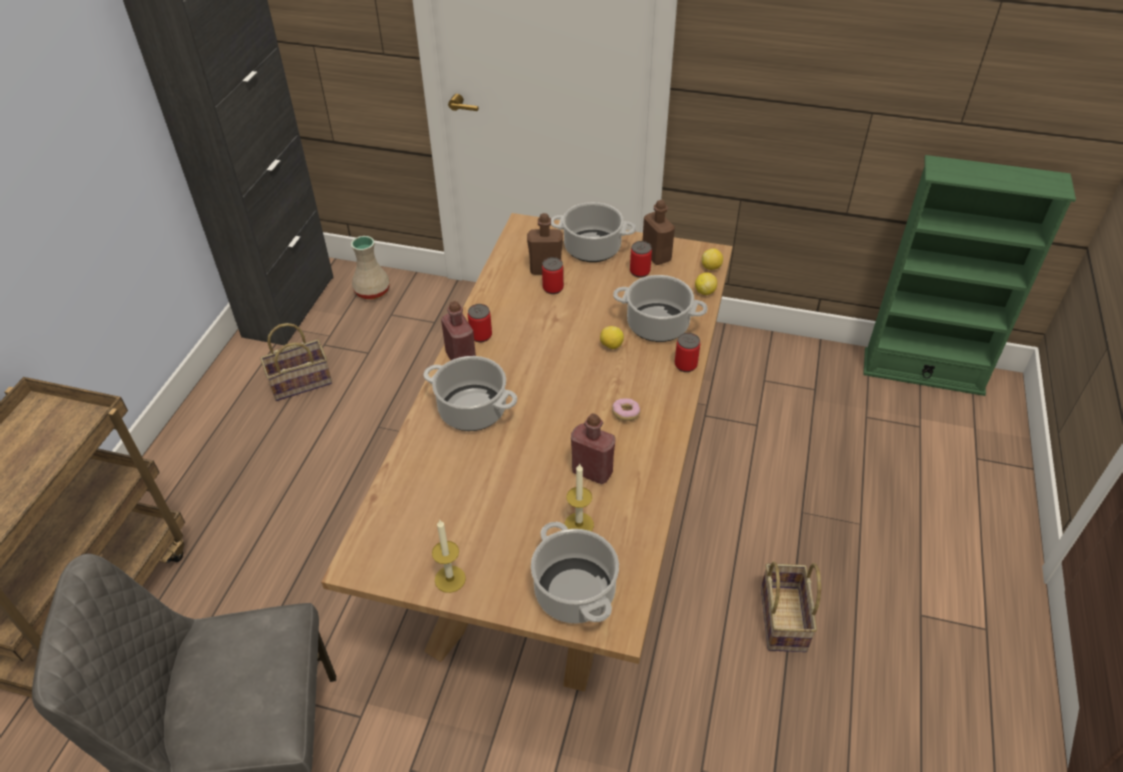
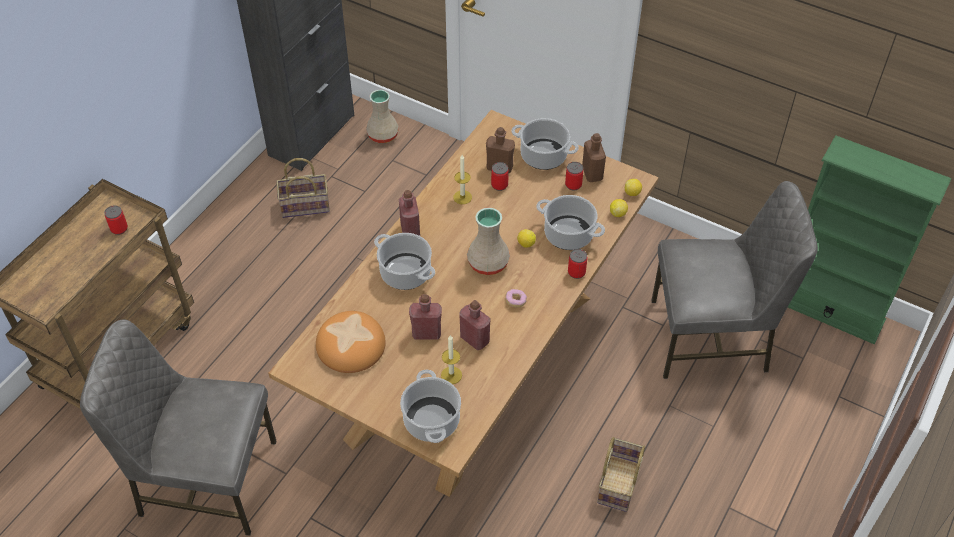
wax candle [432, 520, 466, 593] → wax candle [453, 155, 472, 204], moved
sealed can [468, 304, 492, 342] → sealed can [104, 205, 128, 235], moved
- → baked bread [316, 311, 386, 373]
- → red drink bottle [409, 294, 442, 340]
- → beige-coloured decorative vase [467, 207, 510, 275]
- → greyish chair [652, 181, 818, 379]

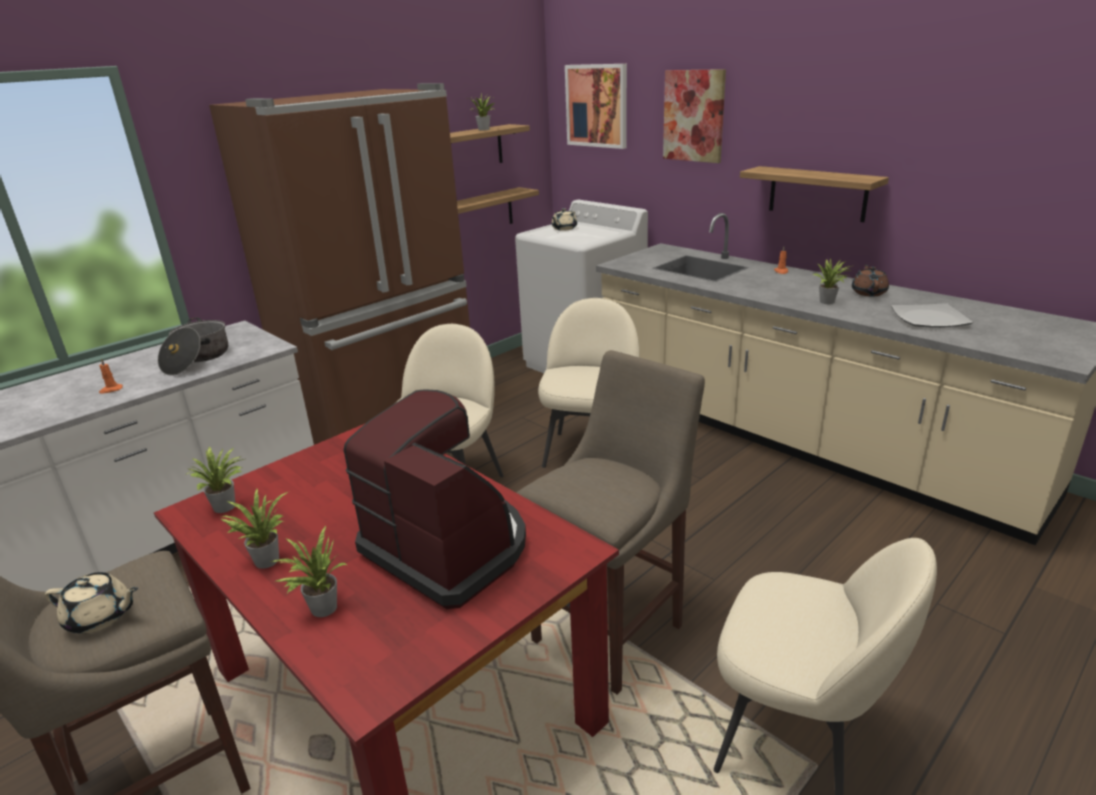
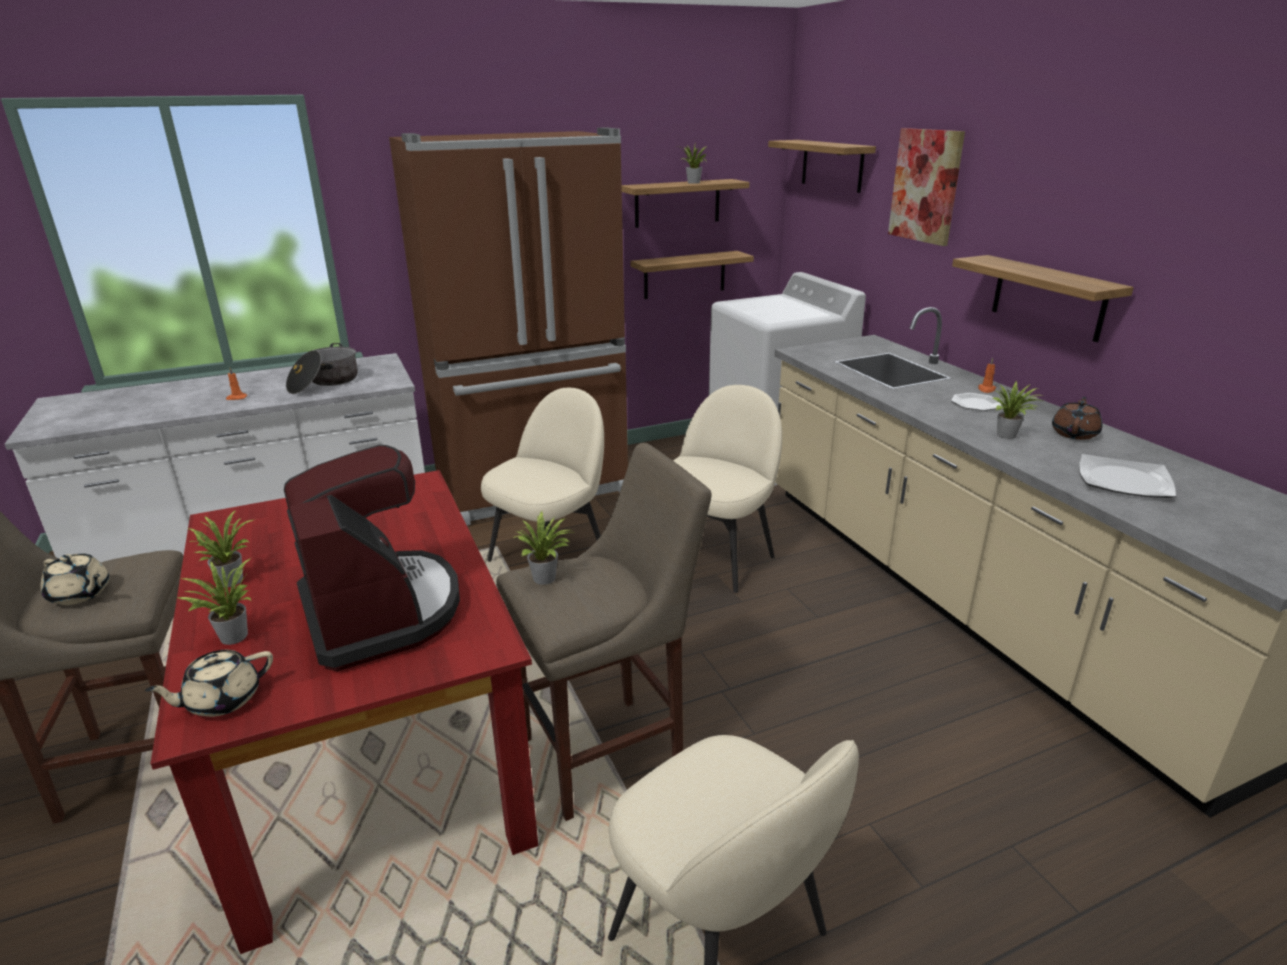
plant in a pot [185, 446, 244, 513] → plant in a pot [514, 511, 572, 585], moved
beige-coloured teapot [551, 208, 577, 231] → beige-coloured teapot [145, 650, 273, 717], moved
wall picture [565, 64, 627, 149] → bracket shelf [768, 140, 876, 193]
- → plate [951, 393, 1001, 411]

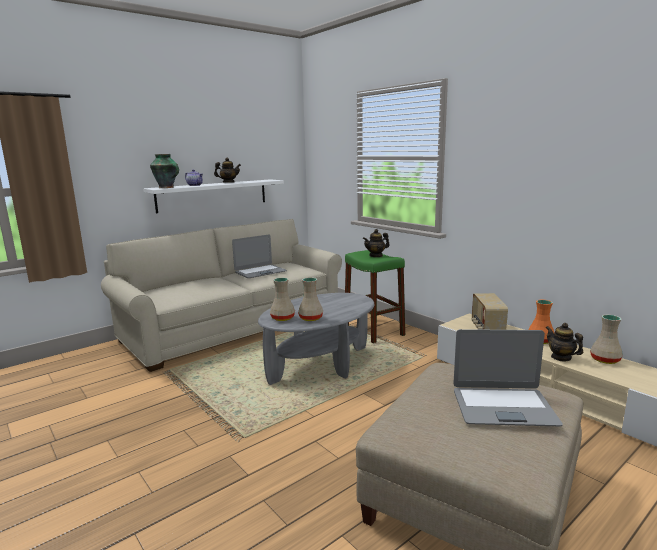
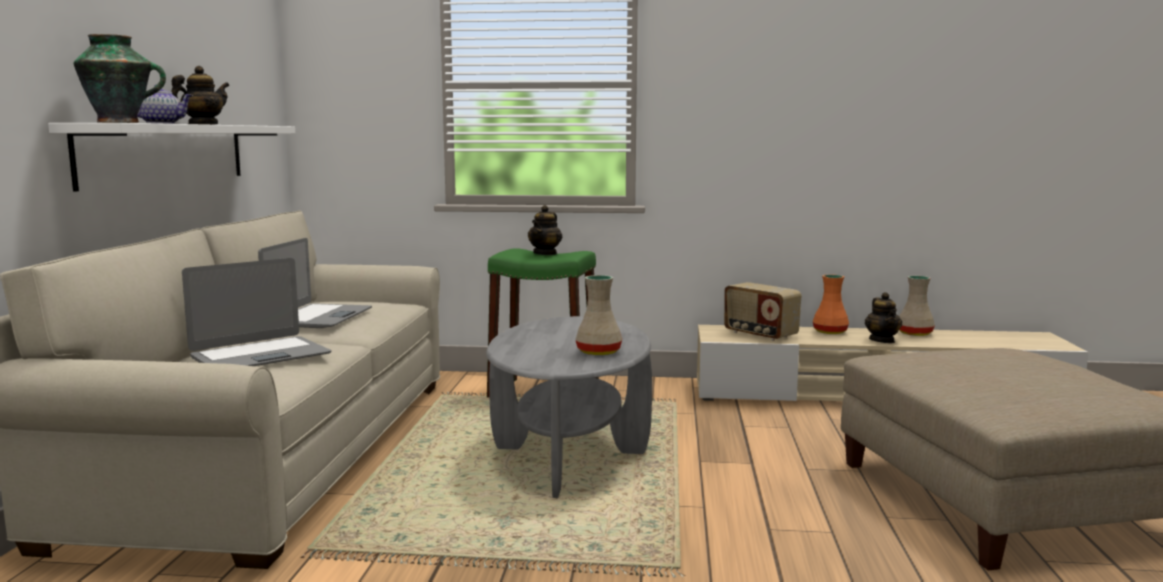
beige-coloured decorative vase [270, 278, 295, 321] → -
laptop [454, 329, 563, 426] → laptop [182, 258, 331, 366], moved
teapot [546, 323, 583, 361] → teapot [865, 292, 902, 343], 105 degrees counterclockwise

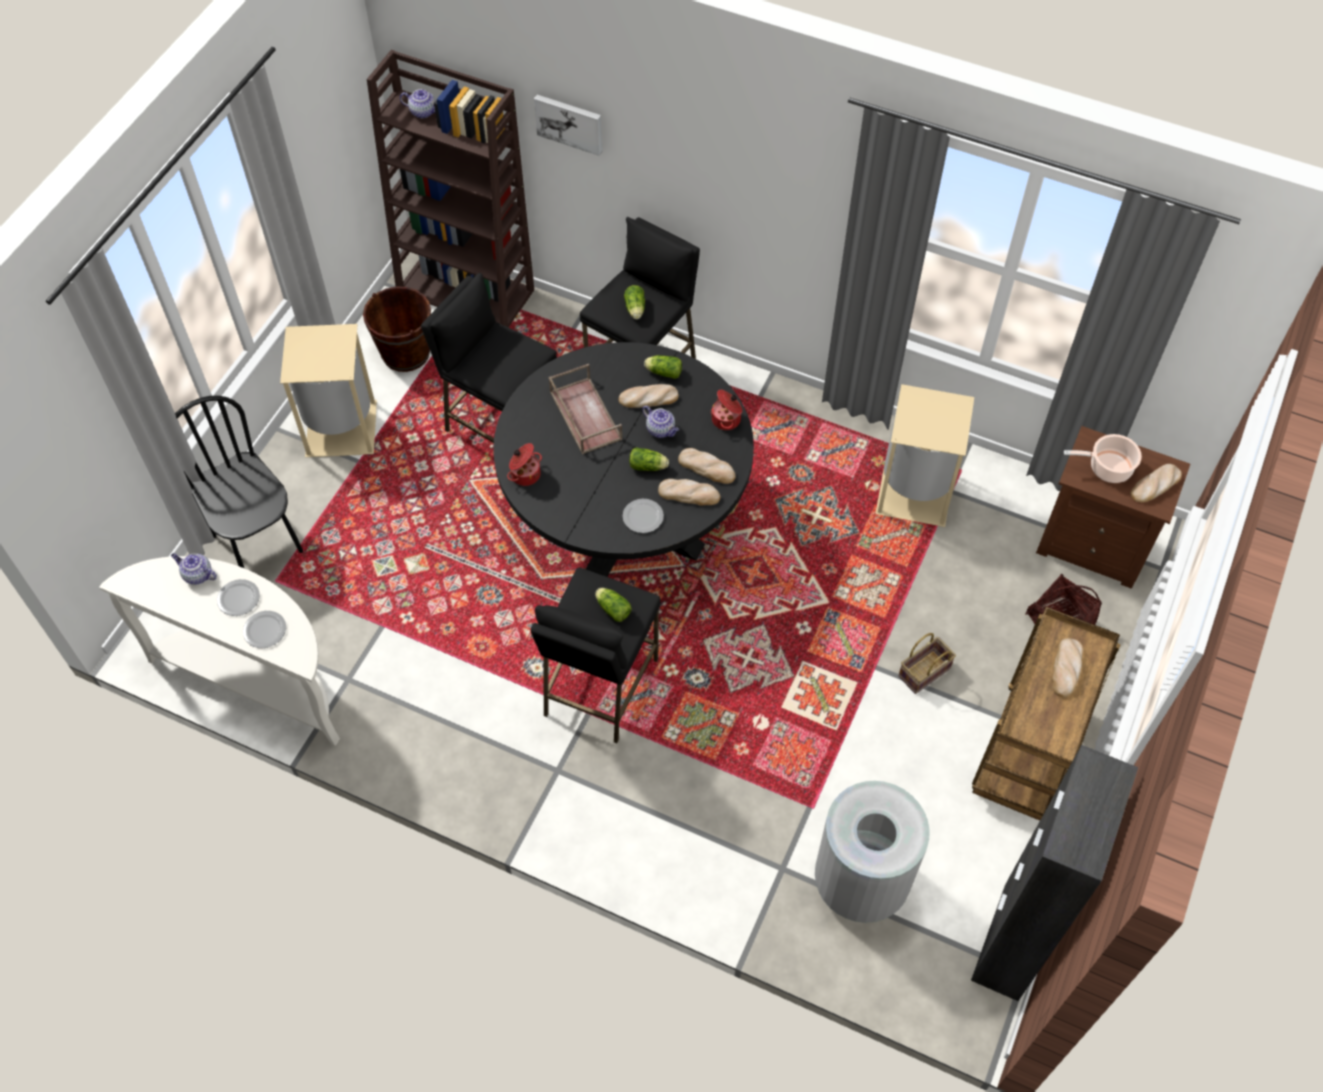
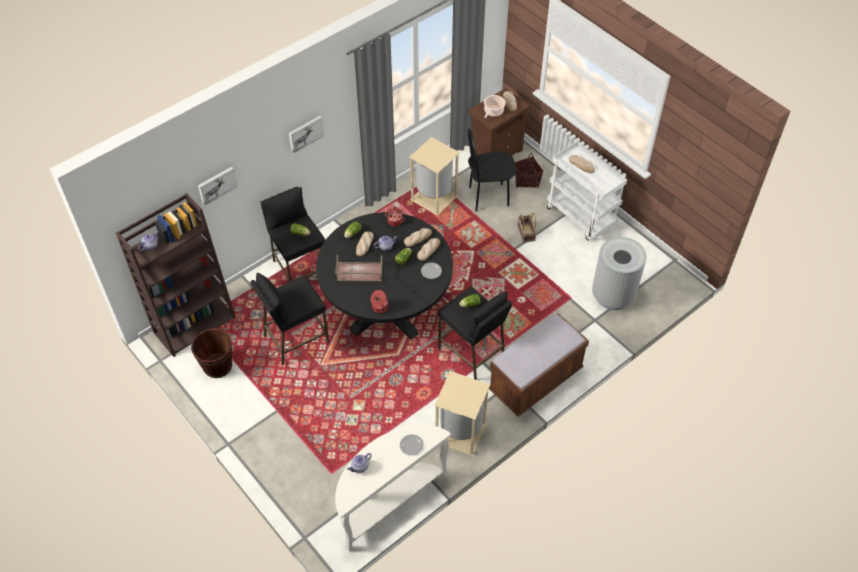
blackish chair [175, 396, 303, 568] → blackish chair [468, 128, 517, 212], moved
plate [217, 579, 260, 616] → -
beige-coloured rubbish bin [280, 324, 377, 457] → beige-coloured rubbish bin [434, 371, 490, 456], moved
blackish storage cabinet [971, 745, 1138, 1001] → -
brown wheeled cart [972, 607, 1121, 821] → whitish wheeled cart [547, 142, 627, 241]
- → wall picture [289, 116, 324, 153]
- → brown bench [489, 314, 589, 417]

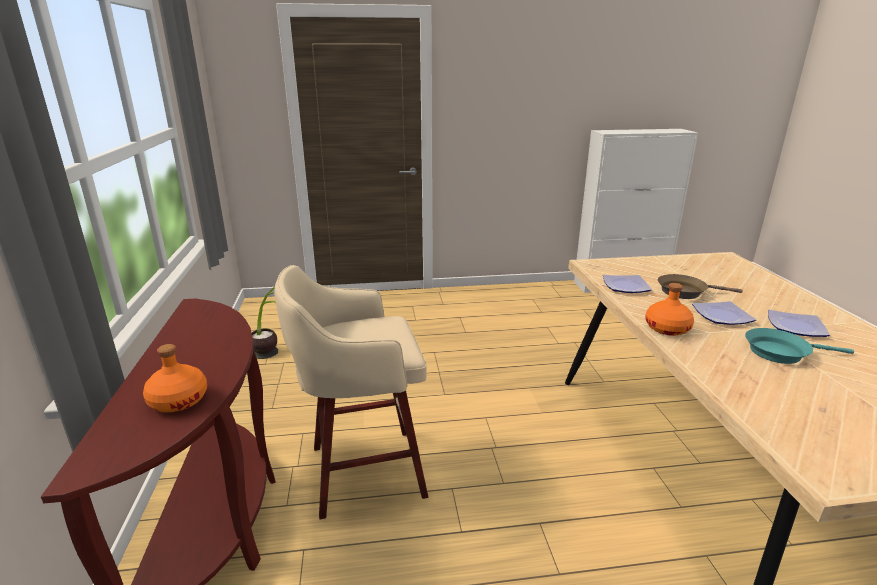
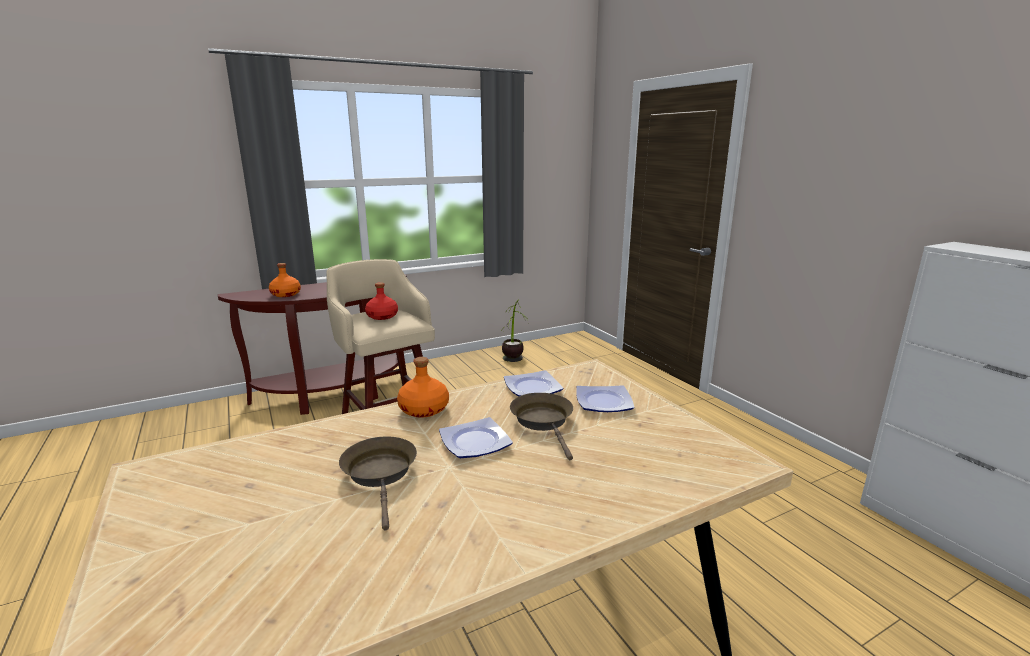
blue-green pan [745, 328, 854, 364] → brown pan [339, 437, 417, 531]
plate [768, 310, 830, 337] → plate [576, 385, 634, 412], moved
- → red drink bottle [365, 282, 398, 320]

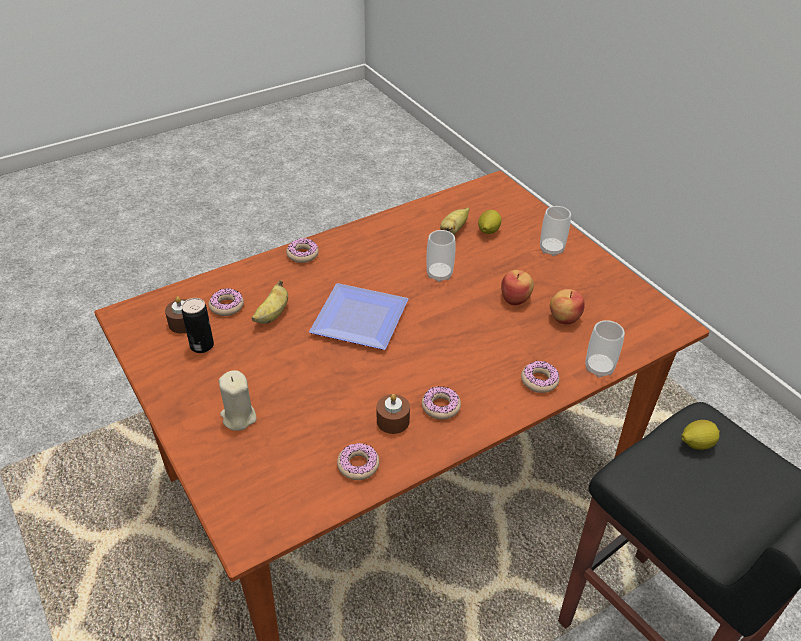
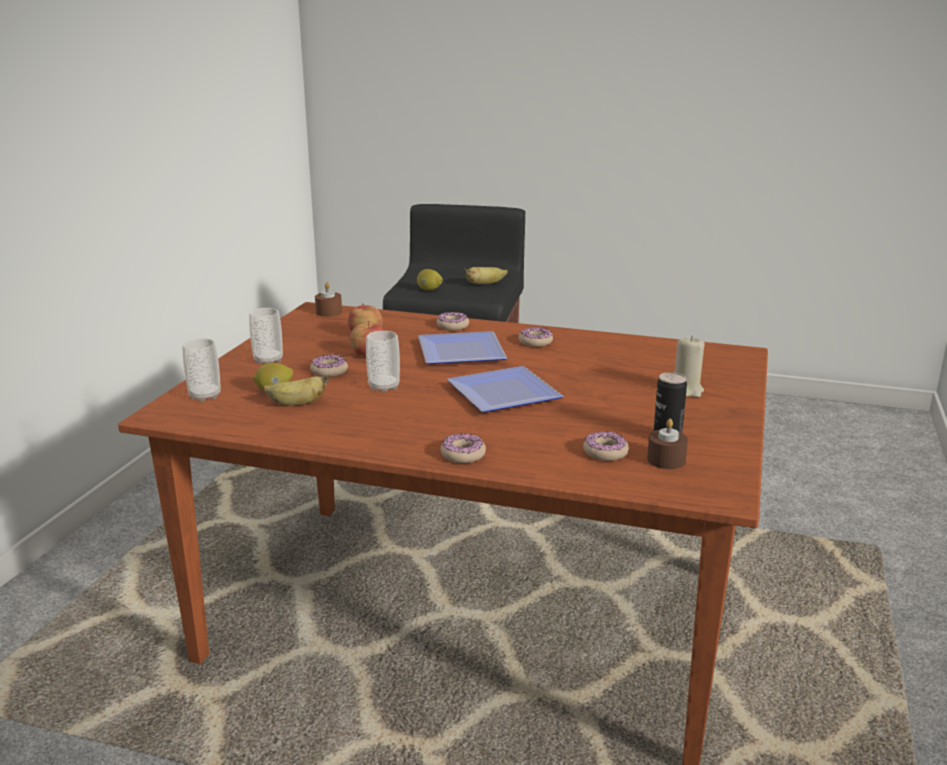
banana [251, 280, 288, 324] → banana [464, 267, 508, 284], moved
donut [337, 443, 379, 480] → donut [310, 354, 348, 377], moved
brown wax candle [377, 394, 410, 434] → brown wax candle [315, 282, 342, 317], moved
cup [585, 320, 625, 378] → cup [182, 338, 221, 402], moved
- → plate [418, 331, 507, 364]

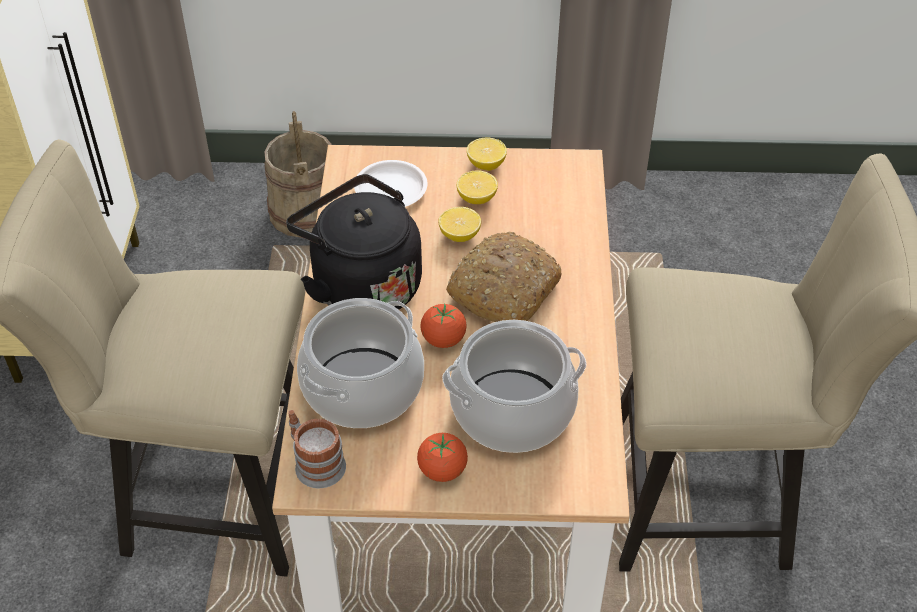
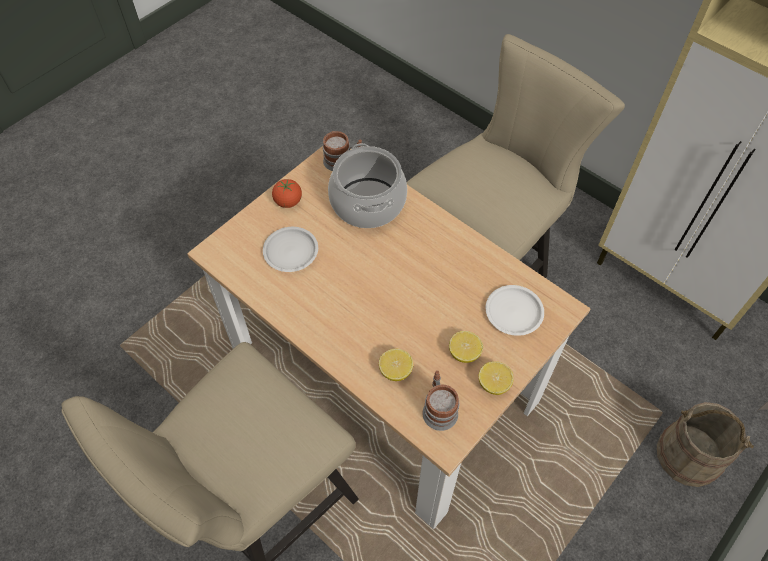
blackish water kettle [286, 174, 422, 310] → -
fresh tomato [421, 303, 467, 348] → -
whole lemon [438, 207, 481, 242] → whole lemon [379, 349, 413, 381], moved
stockpot [442, 320, 587, 453] → whitish plate [263, 227, 318, 272]
baked bread [446, 232, 561, 322] → -
- → mug [422, 370, 459, 431]

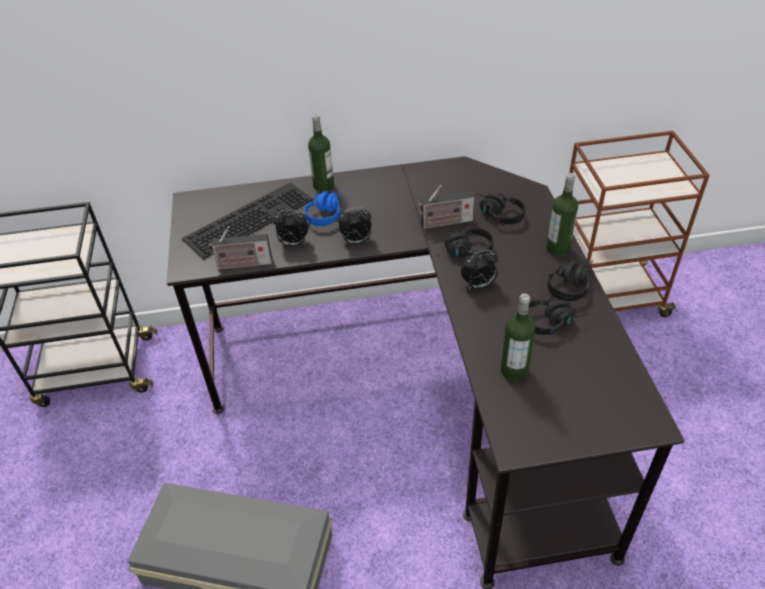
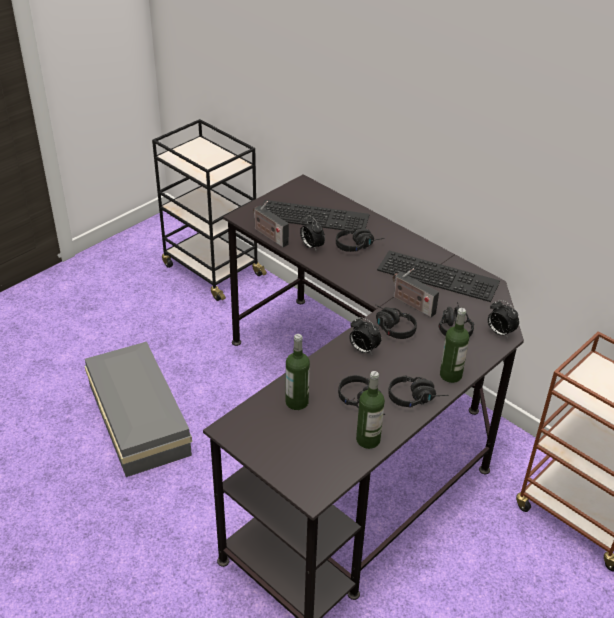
bluish headset [304, 190, 343, 226] → blackish headset [336, 228, 384, 252]
drink bottle [308, 114, 334, 192] → drink bottle [356, 371, 385, 449], moved
table clock [338, 207, 371, 244] → table clock [488, 300, 519, 338], moved
- → PC keyboard [377, 250, 500, 302]

